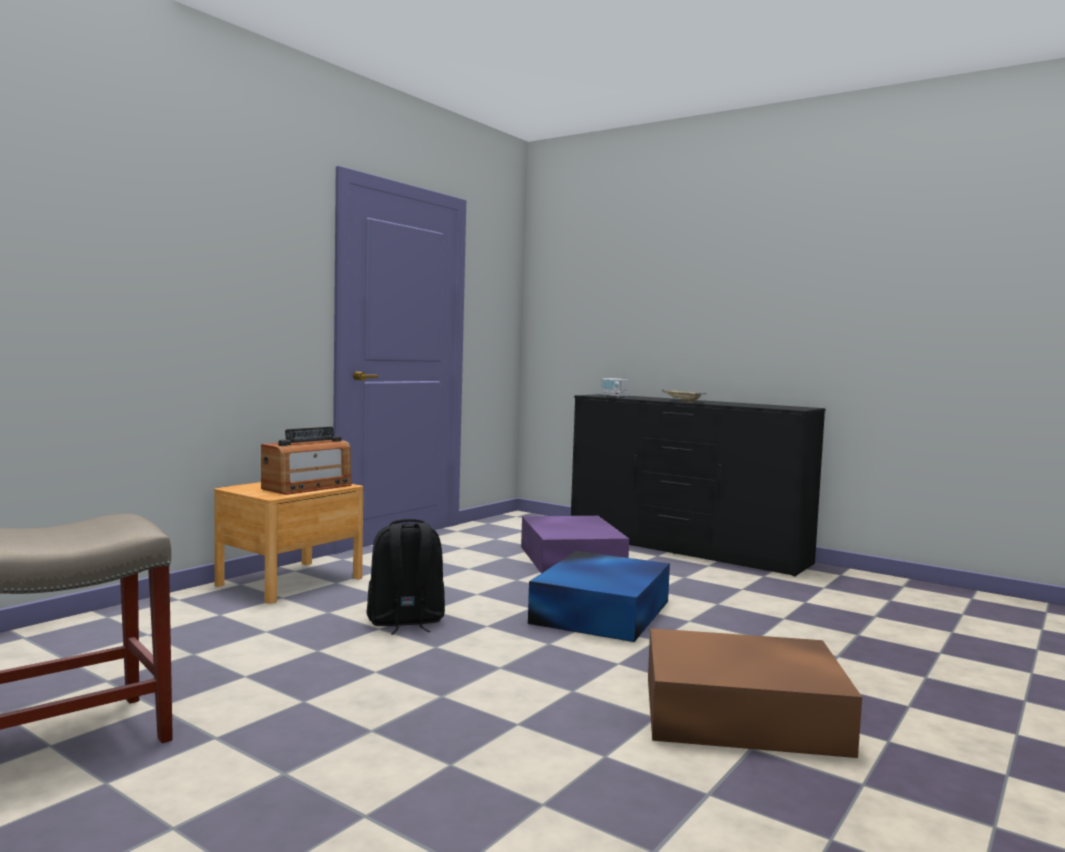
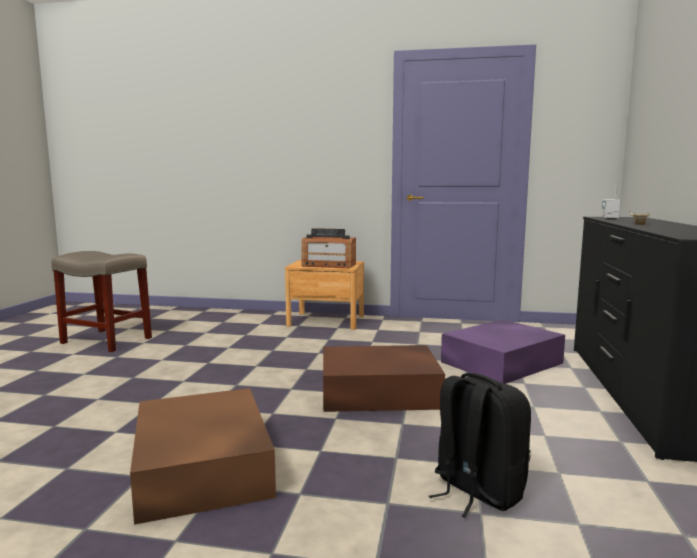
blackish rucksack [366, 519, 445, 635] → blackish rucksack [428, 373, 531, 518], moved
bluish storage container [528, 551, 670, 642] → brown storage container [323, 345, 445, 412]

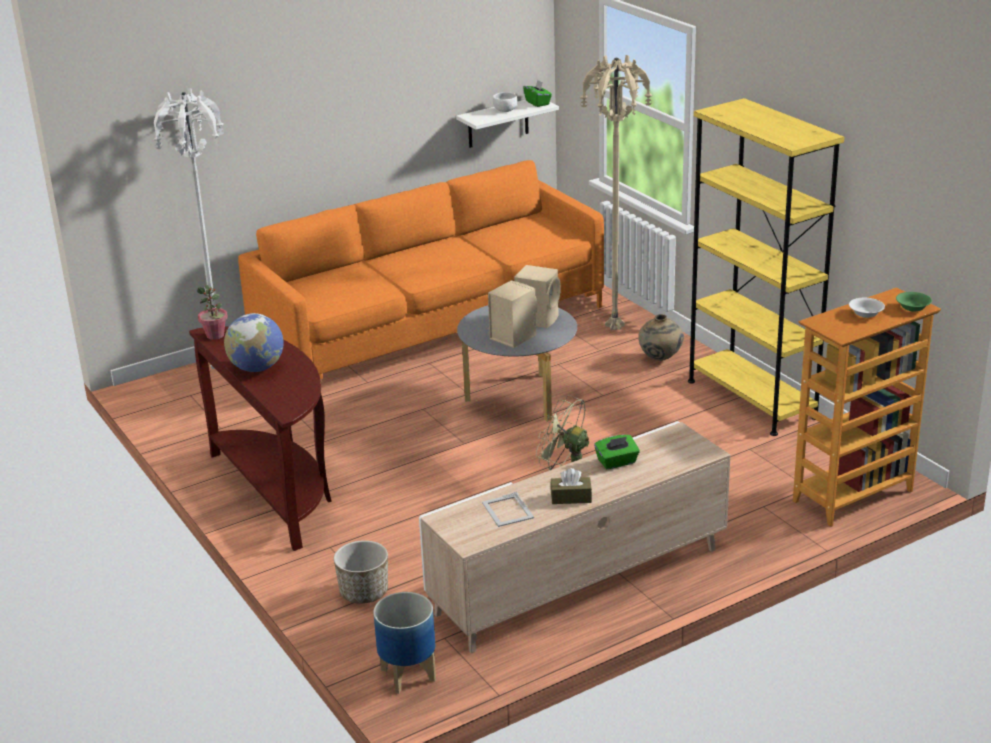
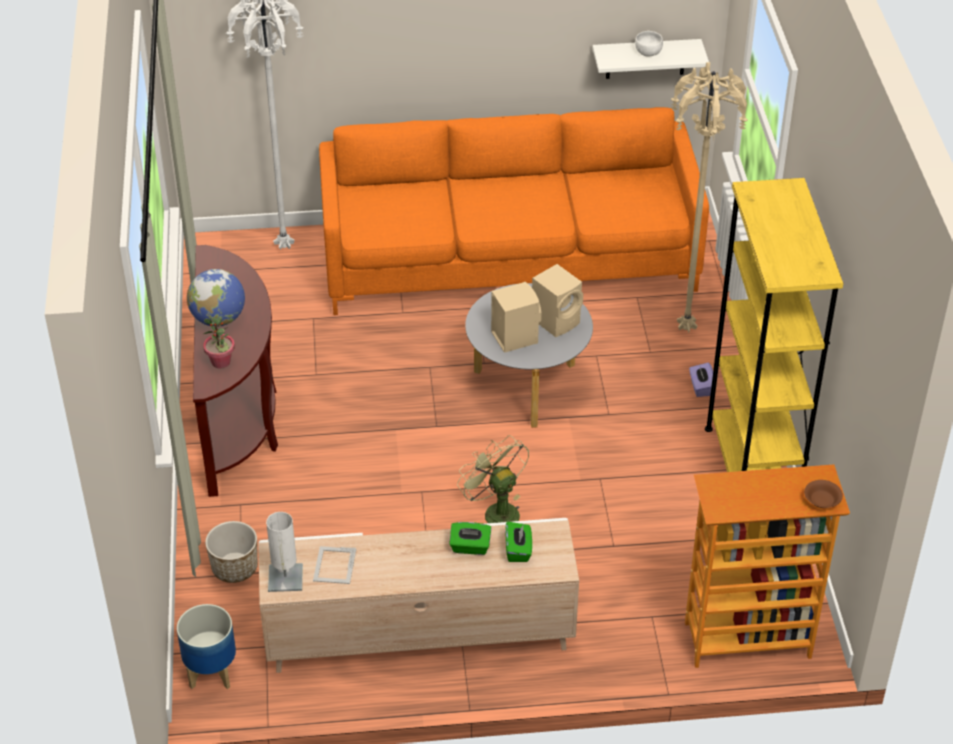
plant in a pot [197, 285, 228, 340] → plant in a pot [203, 317, 235, 369], moved
greenish box of tissues [523, 80, 552, 107] → greenish box of tissues [505, 521, 532, 562], moved
brown box of tissues [550, 468, 592, 504] → -
beige-coloured decorative vase [638, 314, 684, 361] → purple-coloured box of tissues [689, 362, 713, 397]
whitish serving bowl [849, 298, 885, 318] → -
greenish serving bowl [896, 292, 932, 312] → brown serving bowl [804, 480, 843, 508]
- → whitish table lamp [266, 512, 303, 592]

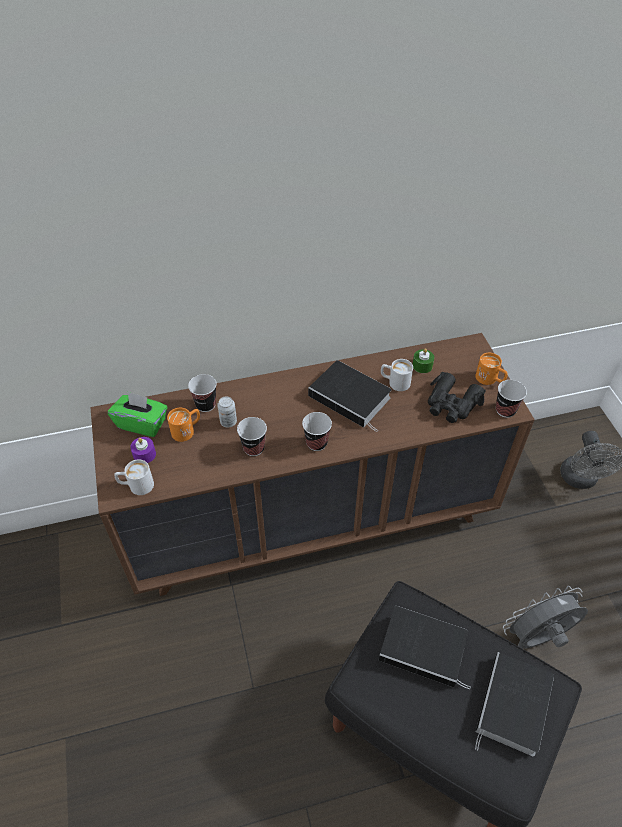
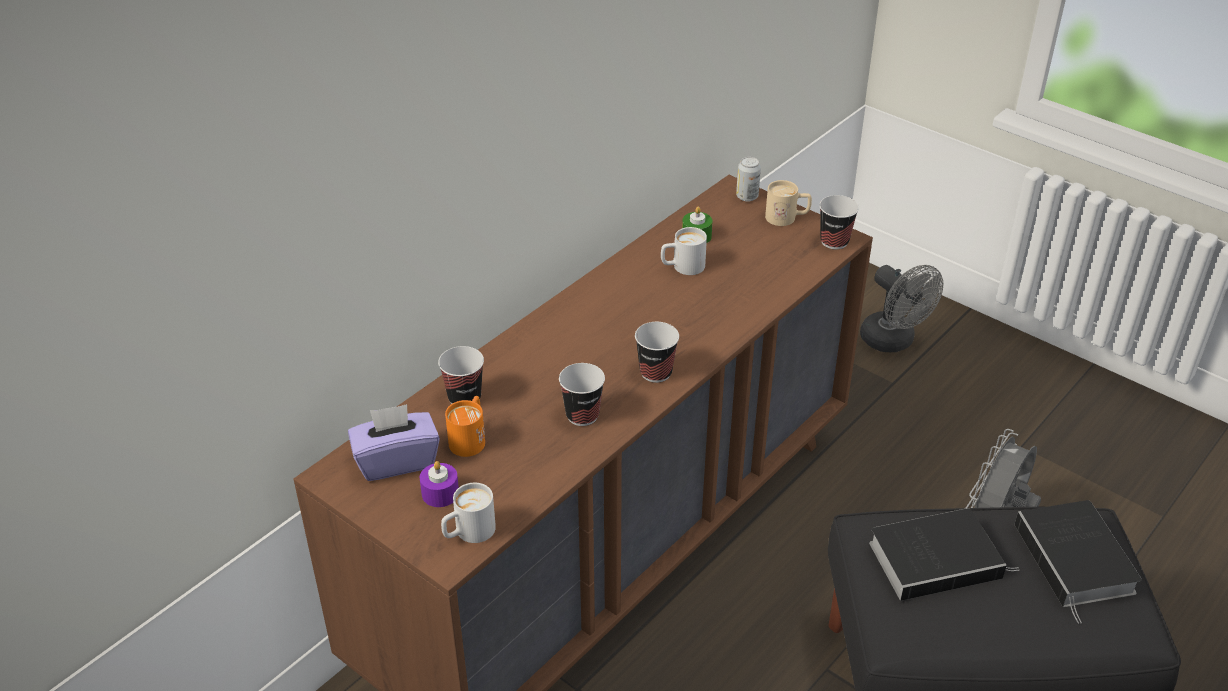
greenish box of tissues [108, 392, 168, 437] → purple-coloured box of tissues [348, 404, 440, 481]
sealed can [217, 396, 237, 428] → sealed can [736, 157, 761, 202], moved
bound book [308, 360, 392, 432] → -
blackish binoculars [428, 372, 486, 423] → -
orangey mug [475, 353, 508, 385] → beige-coloured mug [765, 180, 812, 226]

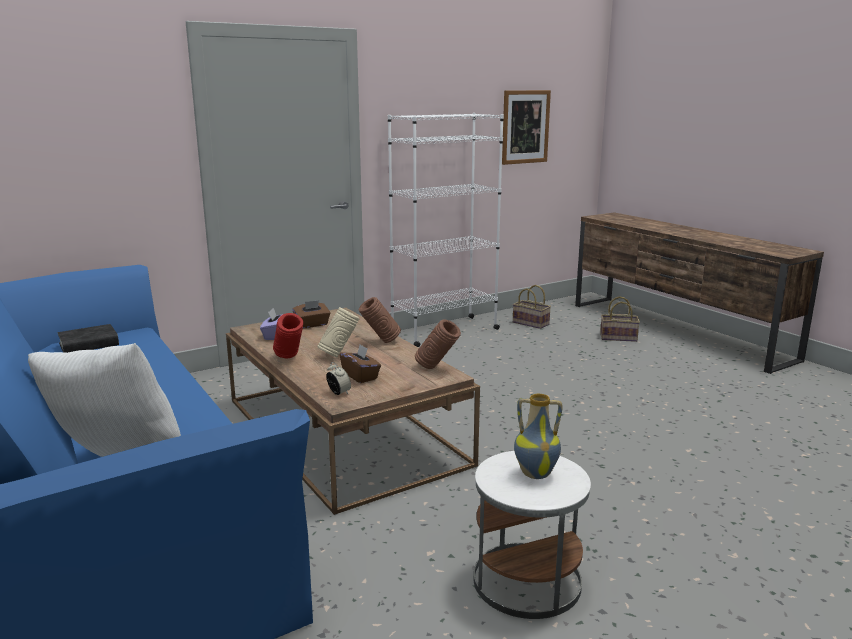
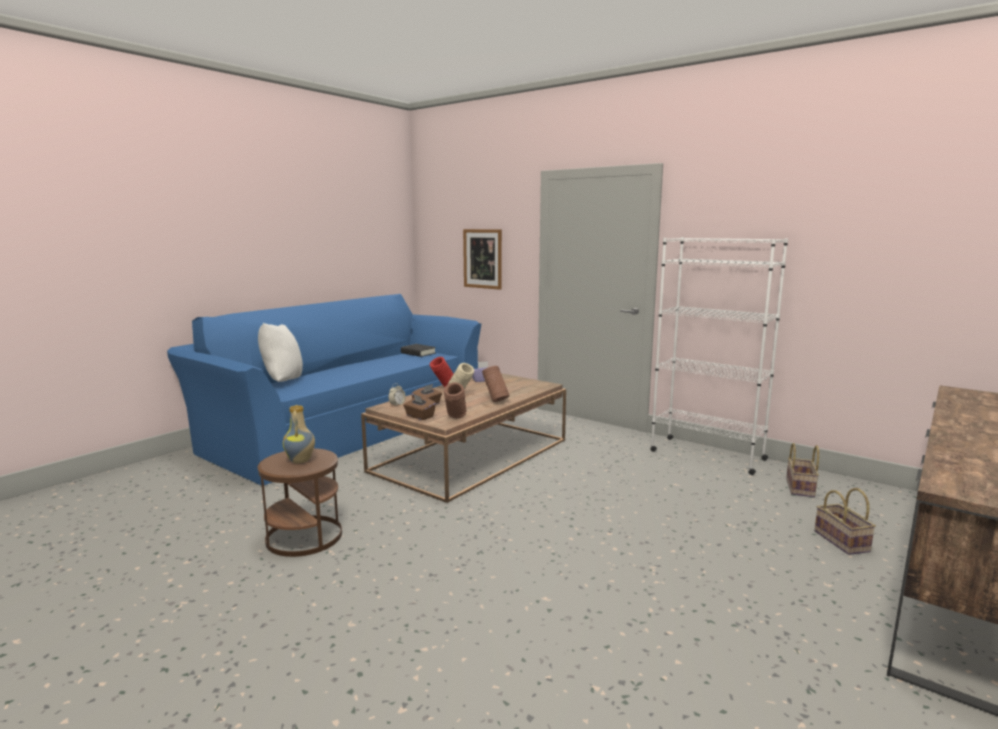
brown box of tissues [292, 300, 331, 328] → brown box of tissues [403, 394, 436, 420], moved
whitish end table [473, 451, 591, 619] → brown end table [258, 448, 342, 557]
wall picture [502, 90, 551, 165] → wall picture [463, 229, 502, 290], moved

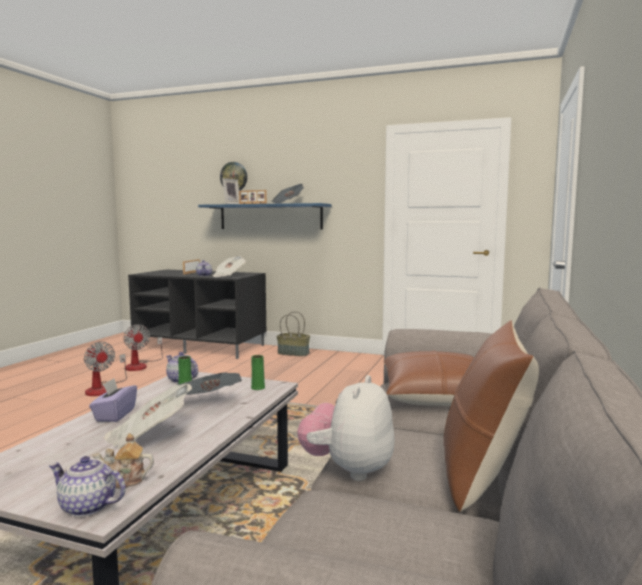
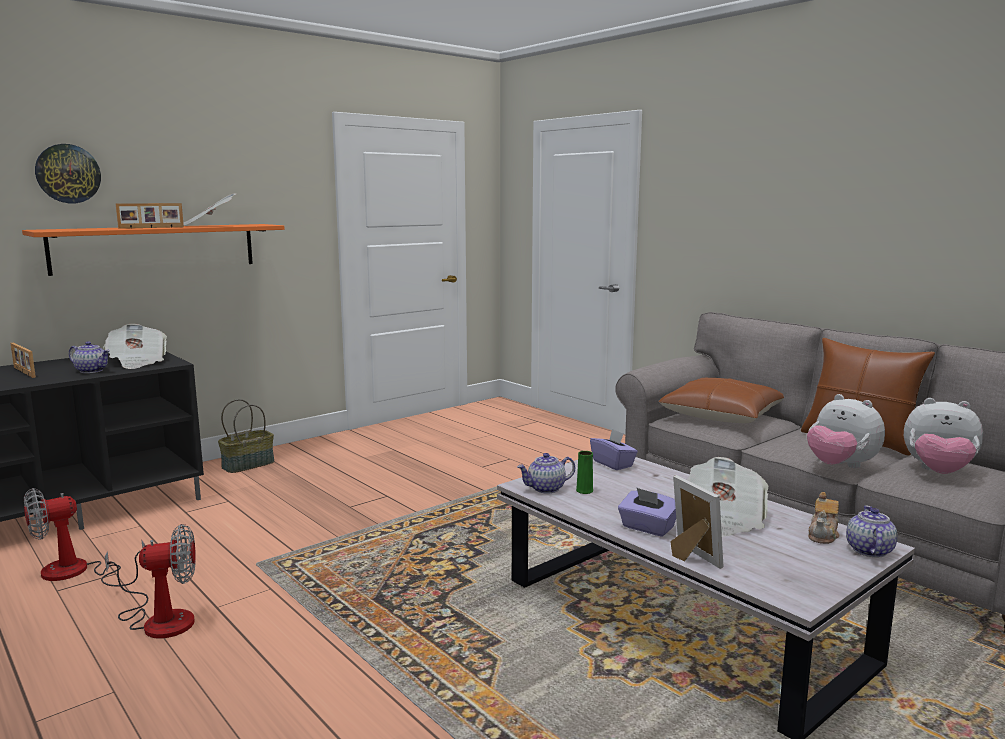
teapot [49, 456, 126, 517] → teapot [846, 505, 898, 557], 150 degrees clockwise
fan [123, 324, 163, 371] → fan [24, 488, 145, 586], 150 degrees clockwise
printed paper [179, 373, 242, 395] → -
bluish bracket shelf [198, 203, 332, 229] → orangey bracket shelf [22, 224, 285, 276]
picture frame [222, 178, 239, 204] → picture frame [670, 475, 724, 569], moved
greenish decorative vase [251, 355, 265, 390] → purple-coloured box of tissues [590, 429, 638, 470]
- → cuddly toy [904, 398, 983, 474]

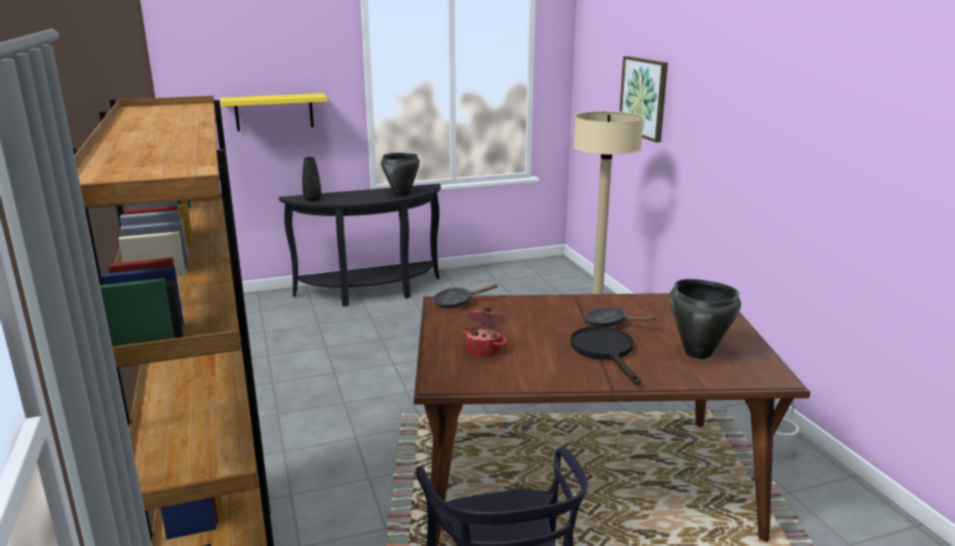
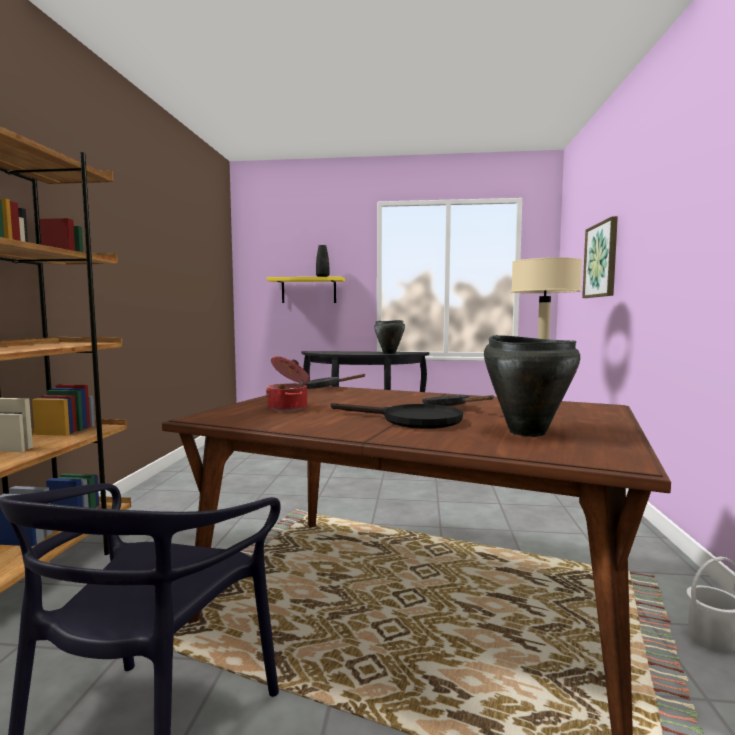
blackish decorative vase [302, 157, 321, 201] → blackish decorative vase [316, 245, 329, 277], moved
blackish pan [570, 326, 641, 385] → blackish pan [331, 403, 463, 429], 105 degrees clockwise

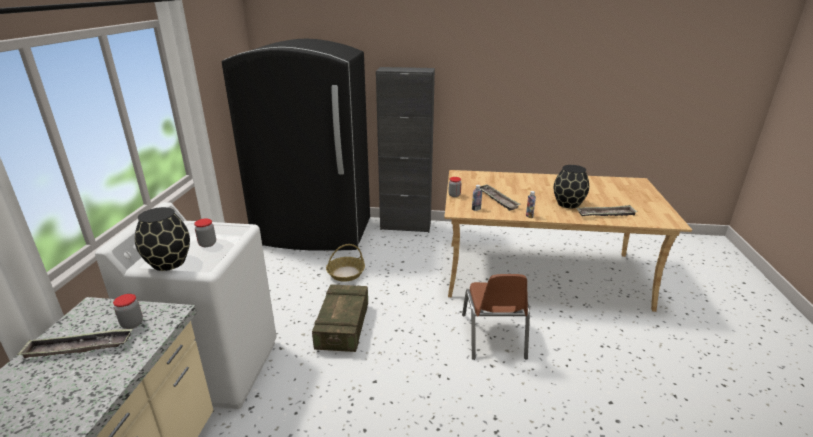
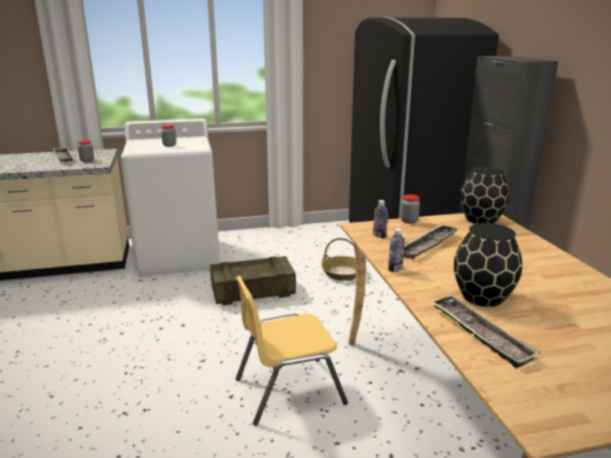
blackish decorative vase [135, 207, 190, 271] → blackish decorative vase [460, 166, 509, 224], moved
brown chair [462, 274, 530, 360] → yellowish chair [236, 276, 348, 426]

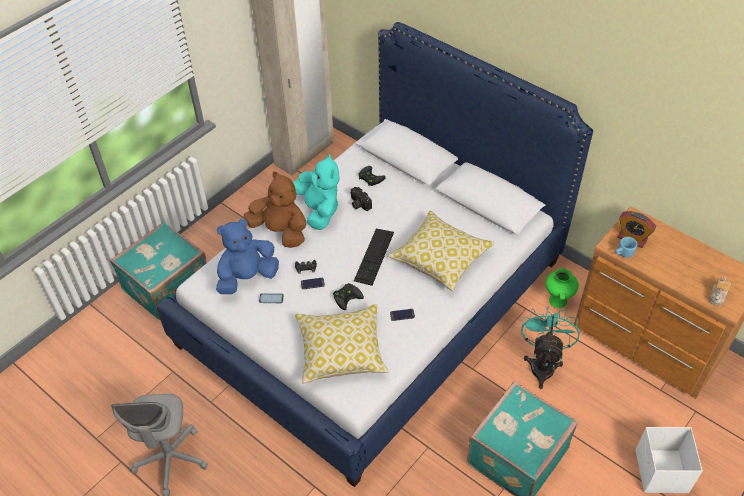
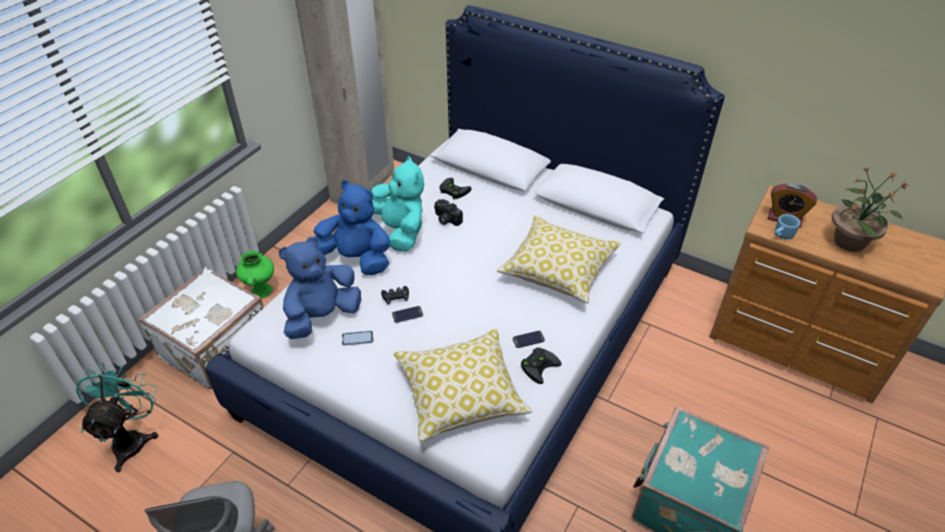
blue-green suitcase [110, 221, 206, 320] → whitish suitcase [138, 267, 264, 389]
brown cuddly toy [244, 172, 306, 248] → bluish cuddly toy [314, 180, 390, 275]
blackish gamepad [333, 283, 364, 310] → blackish gamepad [521, 347, 562, 384], moved
PC keyboard [354, 229, 394, 286] → -
blue-green fan [521, 306, 579, 389] → blue-green fan [76, 363, 158, 472], moved
greenish decorative vase [545, 268, 579, 308] → greenish decorative vase [236, 251, 274, 298], moved
whitish storage container [635, 427, 703, 493] → -
teapot [709, 277, 731, 306] → -
- → plant in a pot [832, 167, 907, 252]

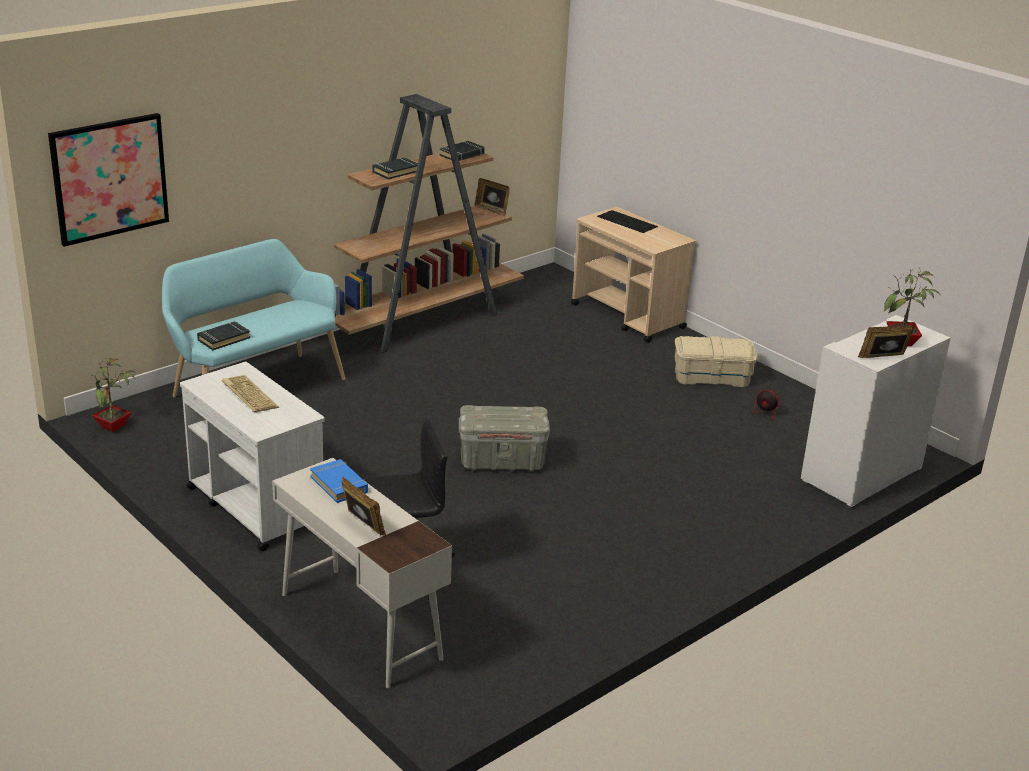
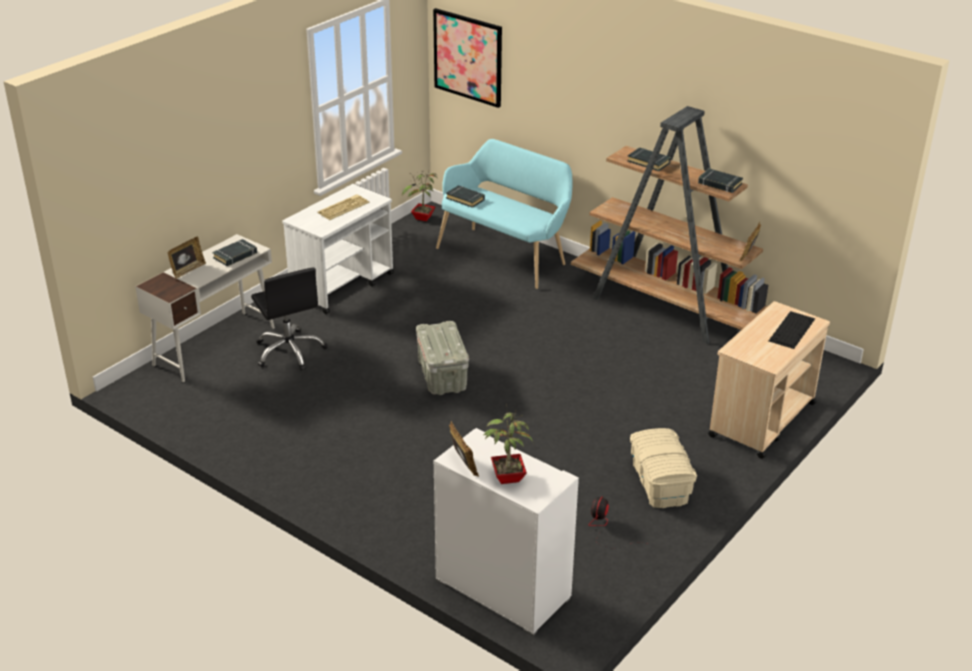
bluish bound book [310, 459, 368, 503] → blackish bound book [213, 239, 257, 266]

